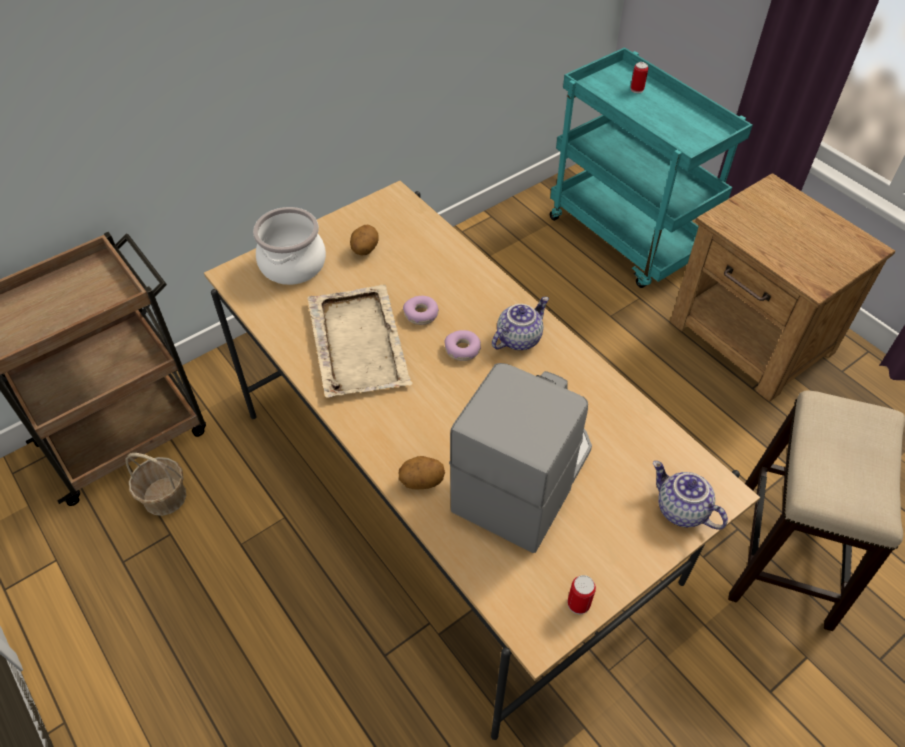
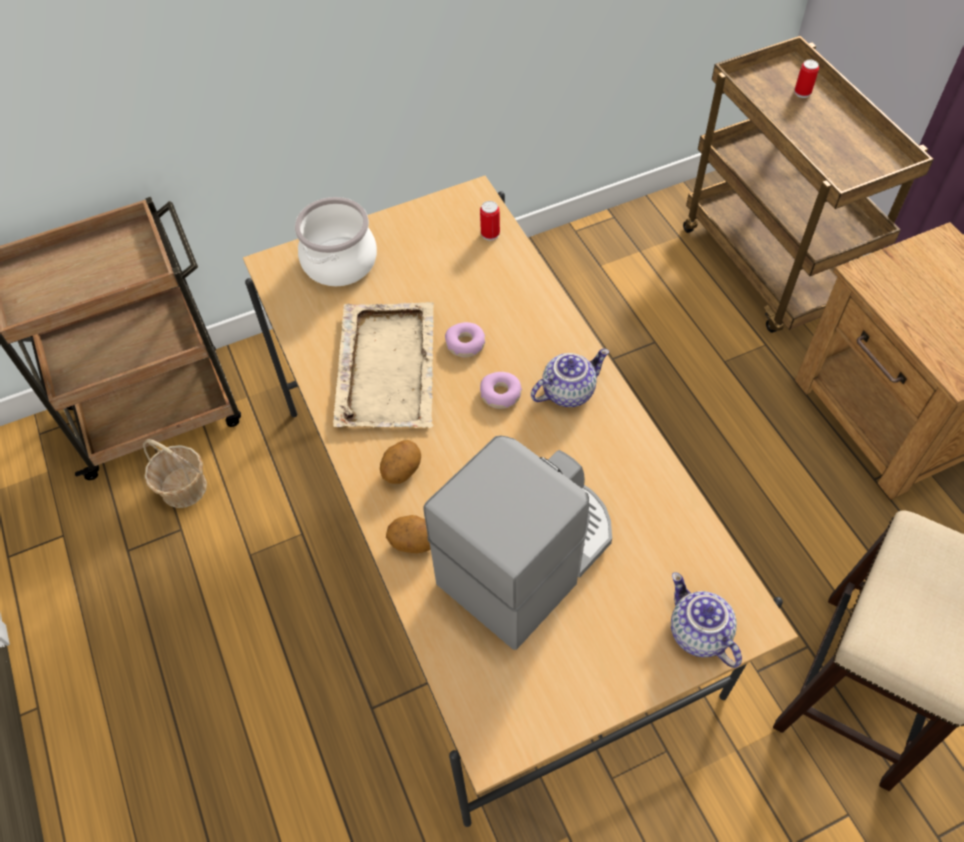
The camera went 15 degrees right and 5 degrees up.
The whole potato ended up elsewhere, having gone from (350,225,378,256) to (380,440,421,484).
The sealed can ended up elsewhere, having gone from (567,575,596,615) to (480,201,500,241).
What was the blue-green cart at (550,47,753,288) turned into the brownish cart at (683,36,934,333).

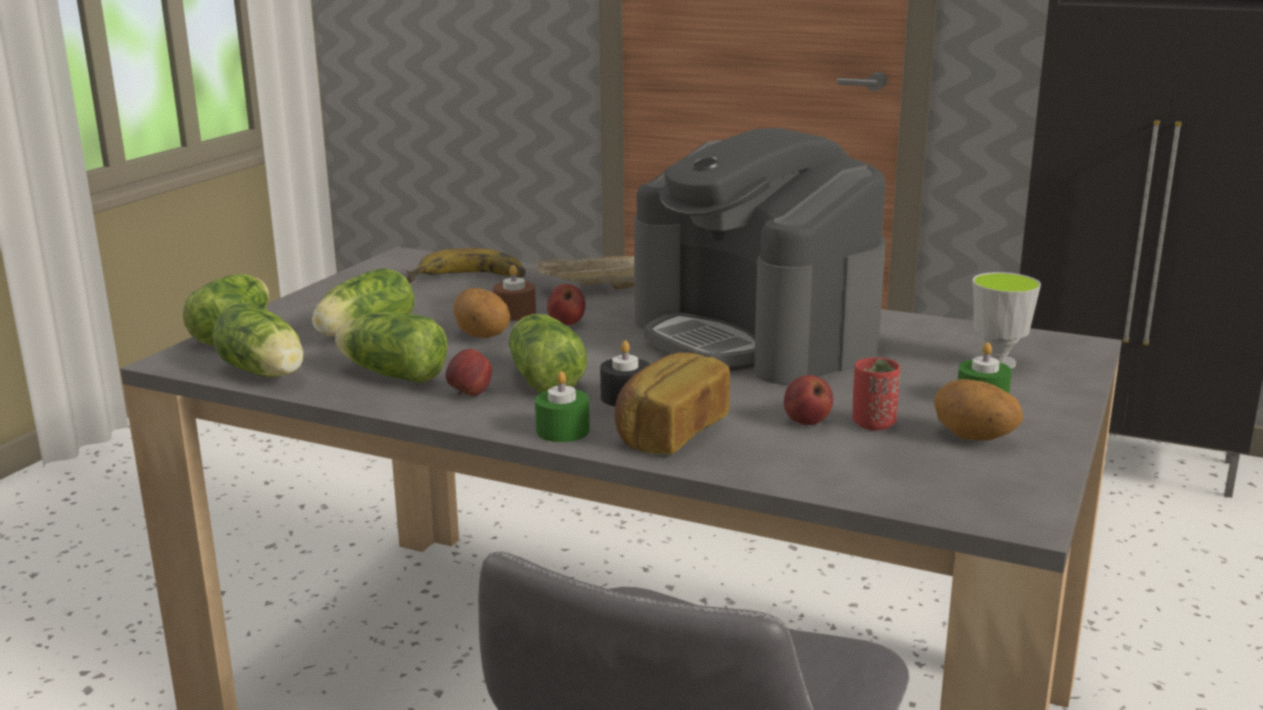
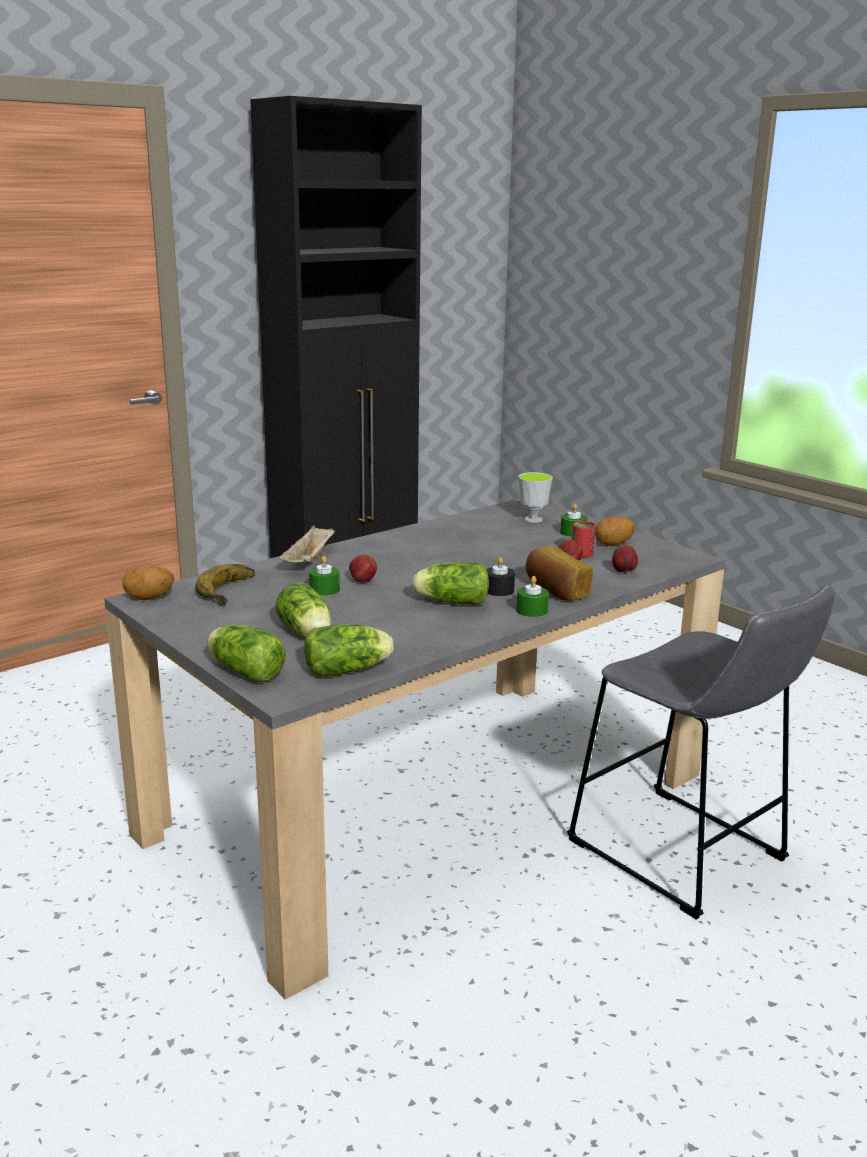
The camera went 65 degrees left and 0 degrees up.
The whole potato ended up elsewhere, having gone from (454,288,510,338) to (123,566,174,600).
What was the brownish wax candle at (493,265,536,321) turned into the green wax candle at (309,556,340,596).
The apple fruit ended up elsewhere, having gone from (446,349,492,396) to (612,545,638,573).
The second view lost the lettuce at (335,312,448,383).
The second view lost the coffee brewer at (634,128,886,385).

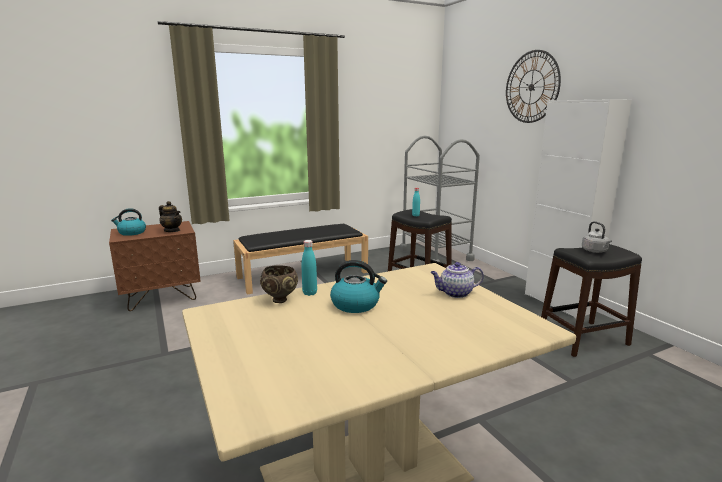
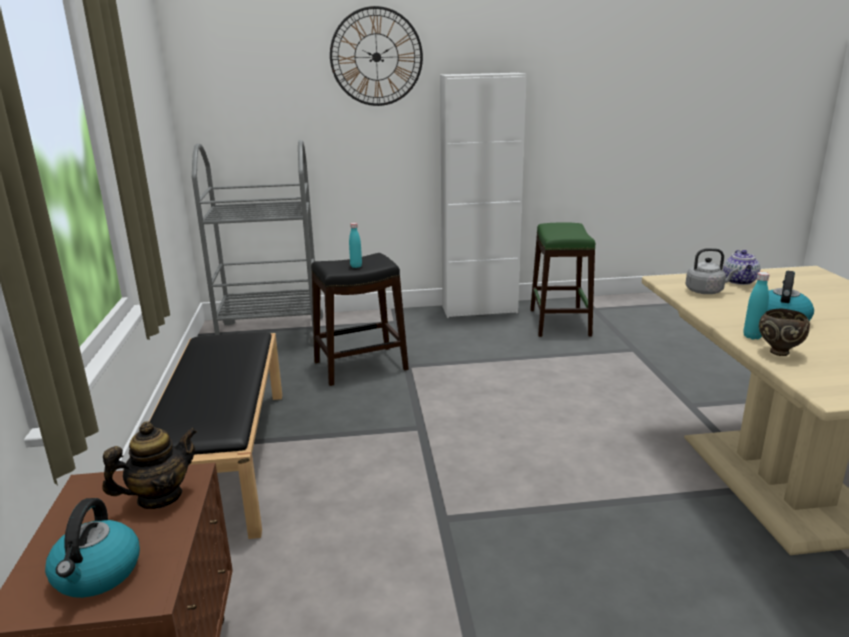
The camera went 70 degrees left and 5 degrees up.
What was the black-coloured sitting stool at (541,244,642,357) turned into the green sitting stool at (530,222,595,337).
The gray tea kettle ended up elsewhere, having gone from (582,221,612,253) to (685,248,738,294).

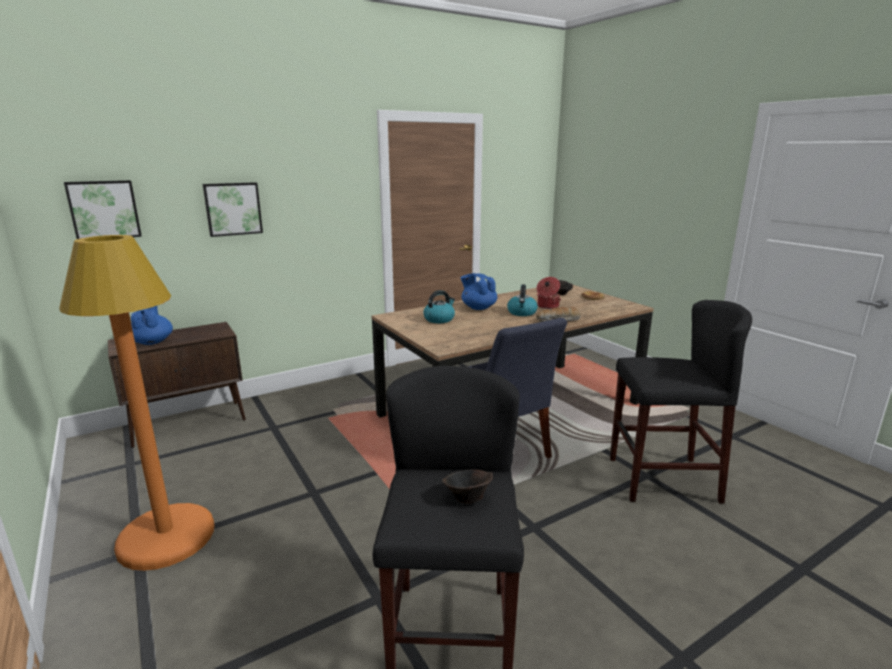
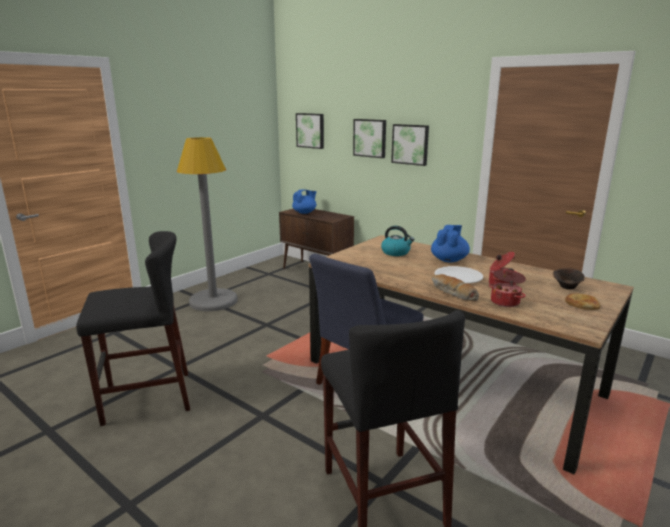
The camera went 70 degrees right and 0 degrees up.
What was the orange-coloured floor lamp at (59,235,215,571) turned into the gray floor lamp at (177,137,238,311).
The second view gained the picture at (391,124,429,166).
Where the tea kettle stood at (507,284,538,316), the white plate came to stand at (434,266,483,284).
The second view gained the stockpot at (489,268,526,307).
The second view lost the brownish bowl at (442,470,493,504).

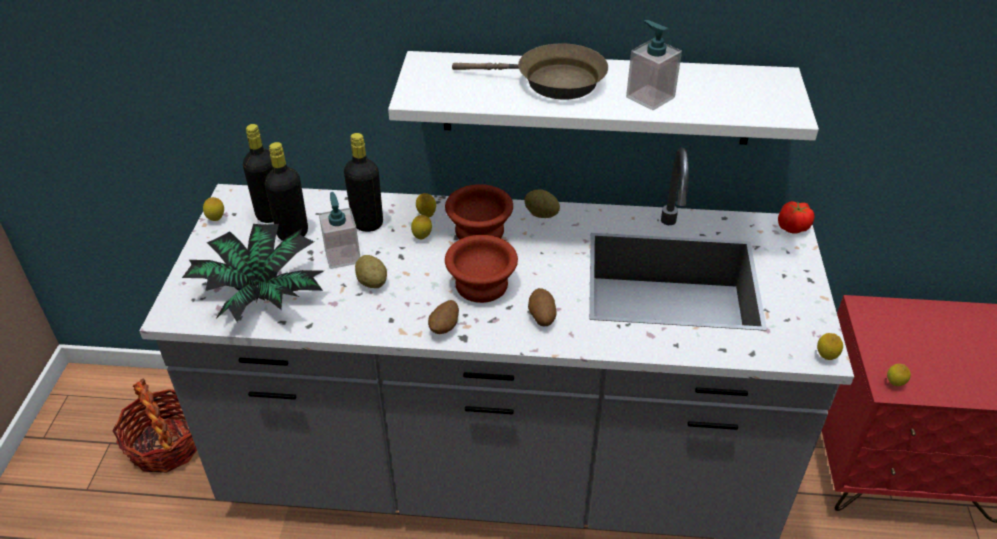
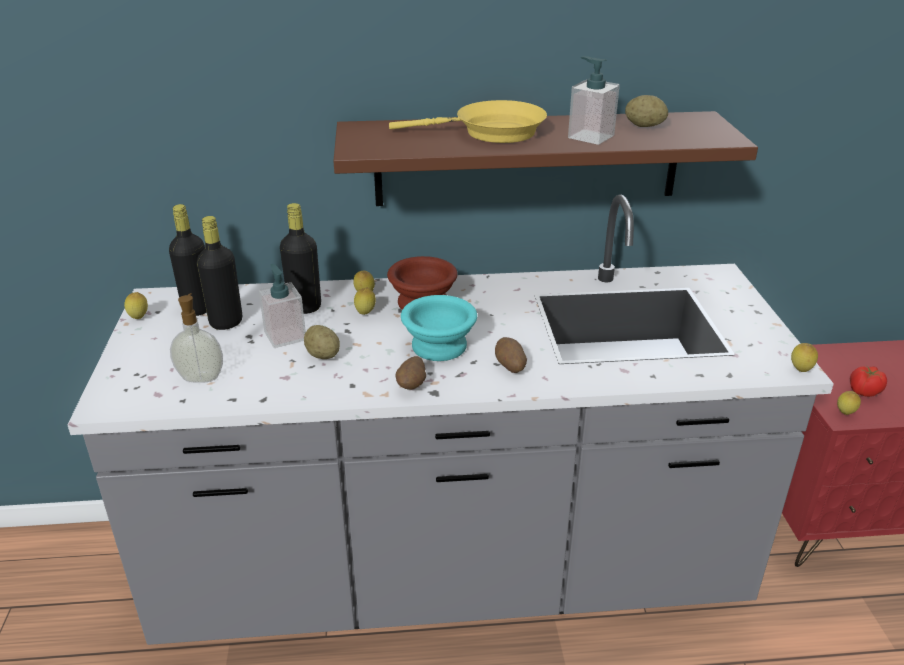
The camera went 10 degrees left and 10 degrees down.
Where the potted plant stood at (182,224,324,322), the soap dispenser came to stand at (170,293,223,383).
What was the white shelf at (388,51,819,145) turned into the brownish shelf at (333,111,758,206).
What was the brownish frying pan at (452,43,608,100) turned into the yellowish frying pan at (389,100,547,143).
What was the brownish bowl at (445,235,518,303) turned into the blue-green bowl at (401,295,477,361).
The whole potato ended up elsewhere, having gone from (524,189,560,218) to (625,95,668,127).
The fresh tomato ended up elsewhere, having gone from (778,201,815,234) to (850,366,887,397).
The second view lost the basket at (112,378,197,473).

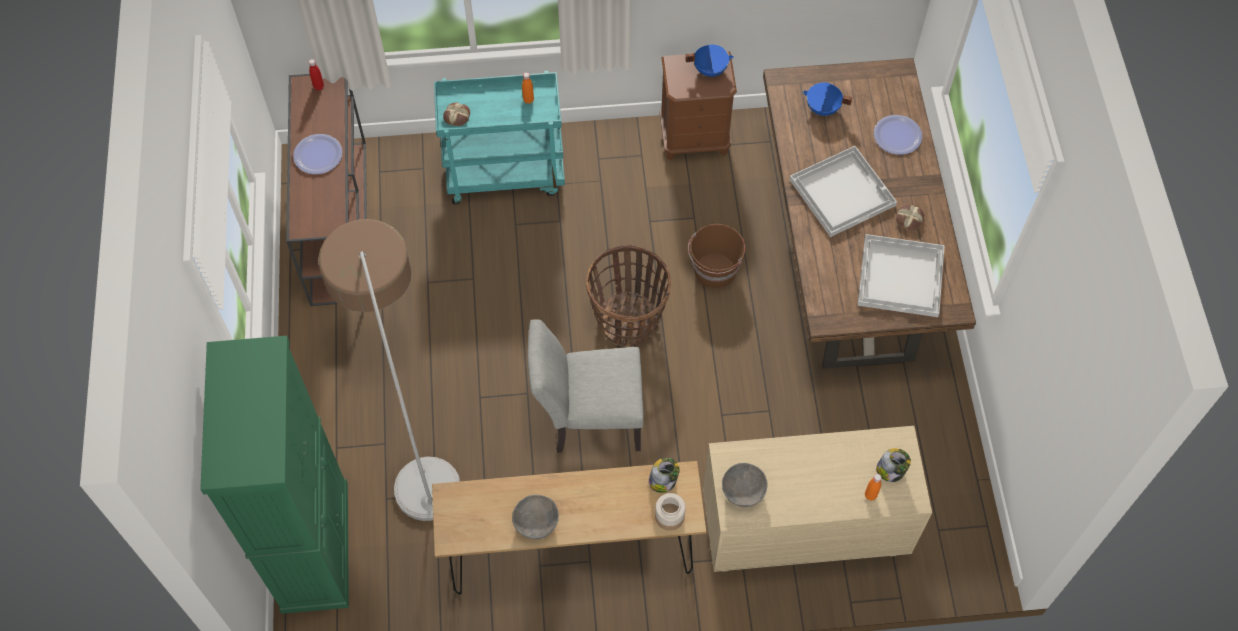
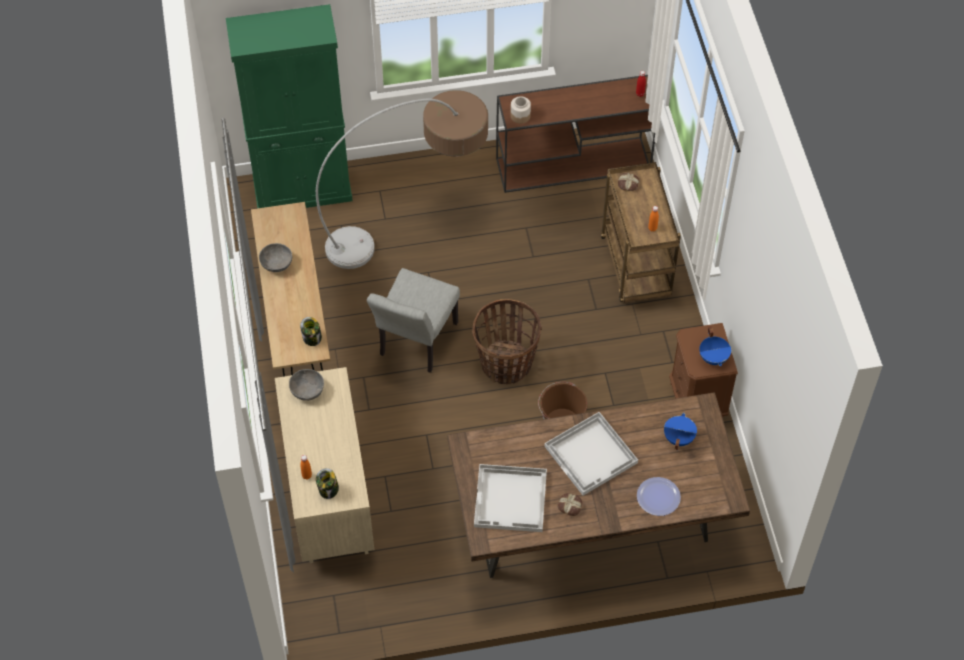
The camera went 85 degrees right and 5 degrees down.
The gray plain chair at (528,319,644,453) ended up facing another way, 150 degrees counterclockwise from before.
The storage jar ended up elsewhere, having gone from (655,493,686,531) to (511,96,531,124).
What was the blue-green cart at (434,71,565,205) turned into the brownish cart at (601,162,681,303).
The second view lost the plate at (293,134,343,174).

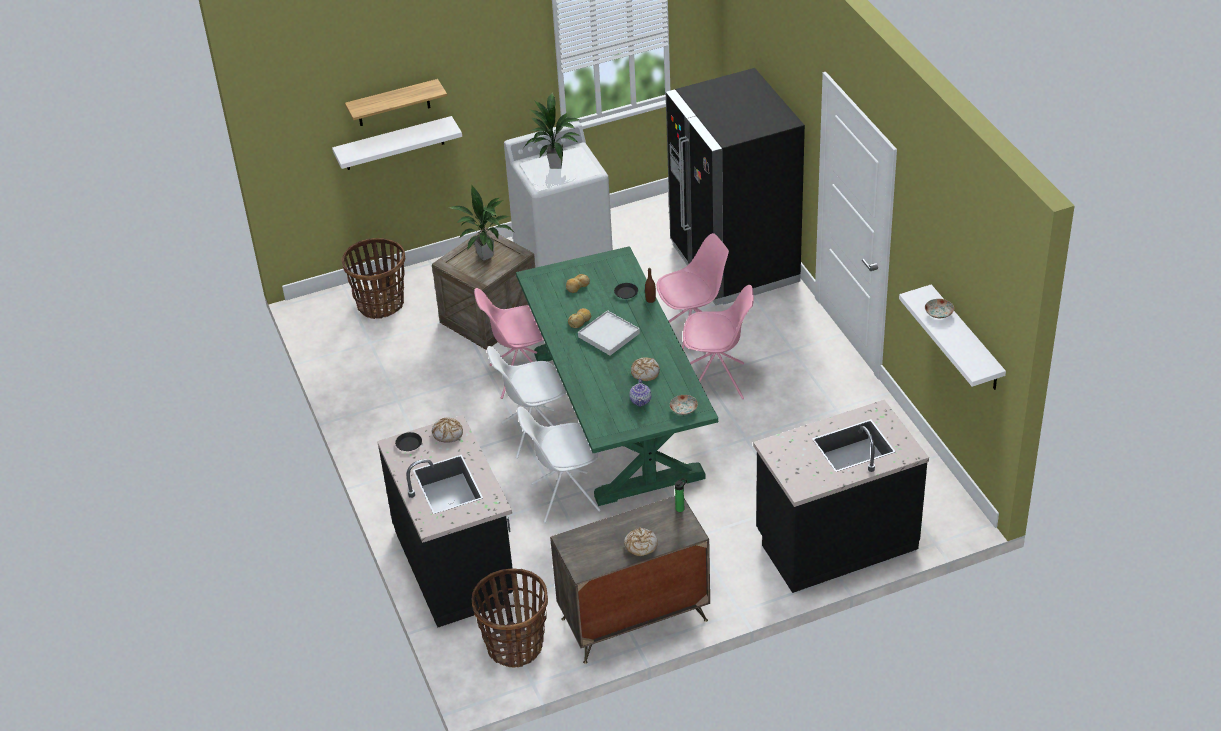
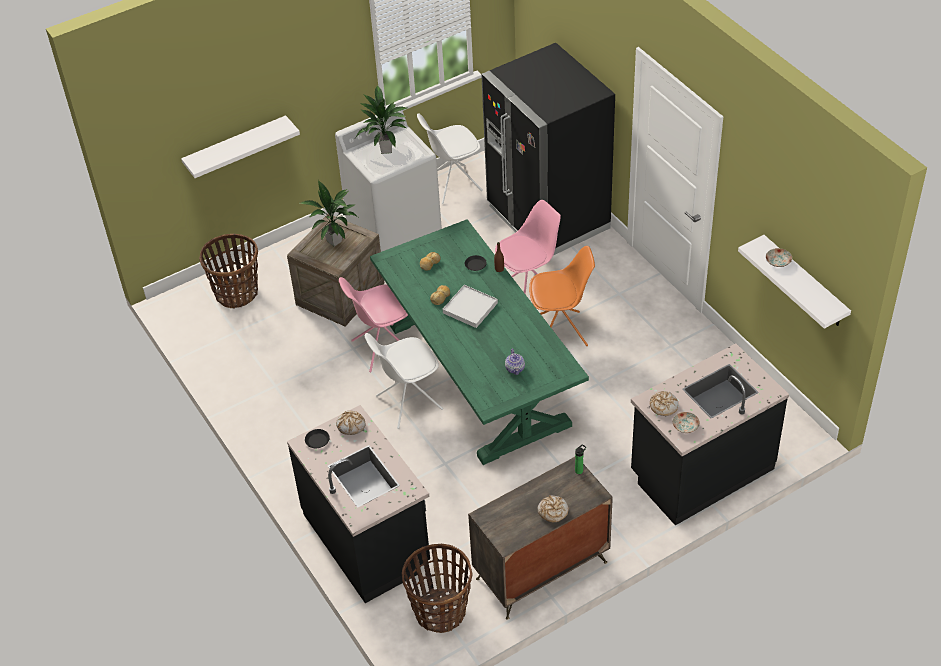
The camera went 10 degrees left and 5 degrees up.
The white plain chair ended up elsewhere, having gone from (517,407,601,523) to (417,114,483,204).
What was the pinkish plain chair at (683,285,754,399) turned into the orange-coloured plain chair at (529,246,595,346).
The bread ended up elsewhere, having gone from (631,357,660,381) to (650,391,678,416).
The plate ended up elsewhere, having gone from (670,395,698,415) to (672,412,700,433).
The second view lost the shelf at (345,79,447,126).

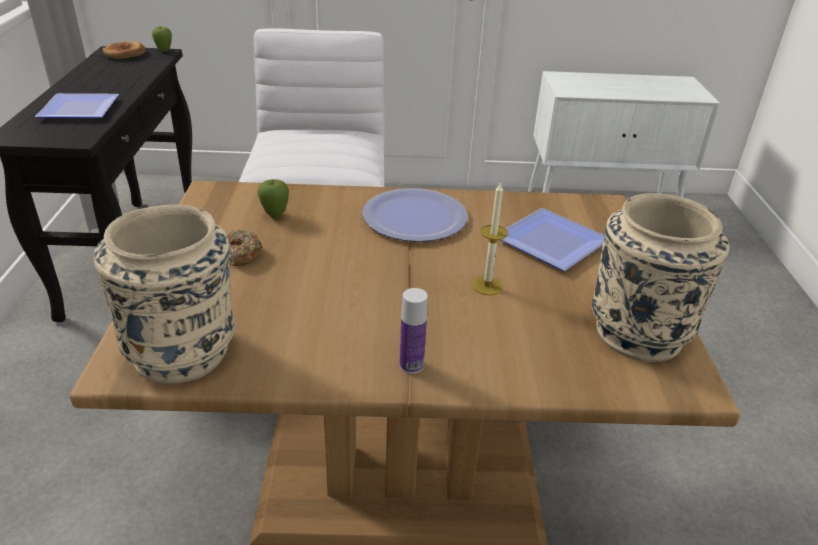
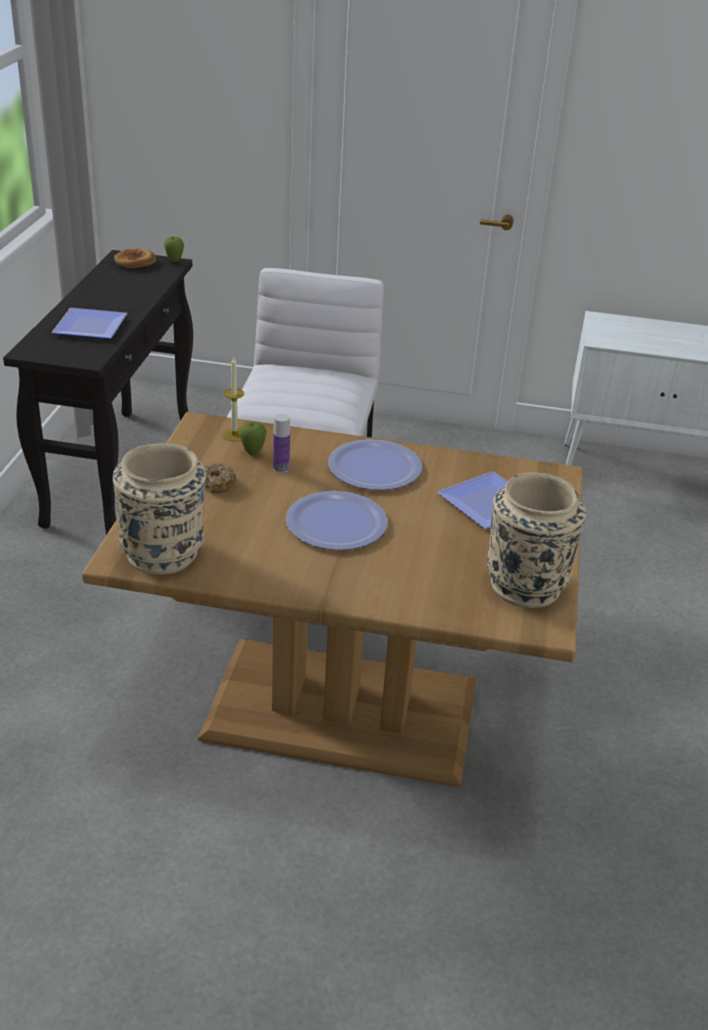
The camera went 10 degrees right and 0 degrees up.
The wax candle ended up elsewhere, having gone from (472,181,508,295) to (223,357,244,441).
The beverage bottle ended up elsewhere, having gone from (399,288,428,374) to (273,413,290,473).
The second view gained the plate at (286,491,388,550).

